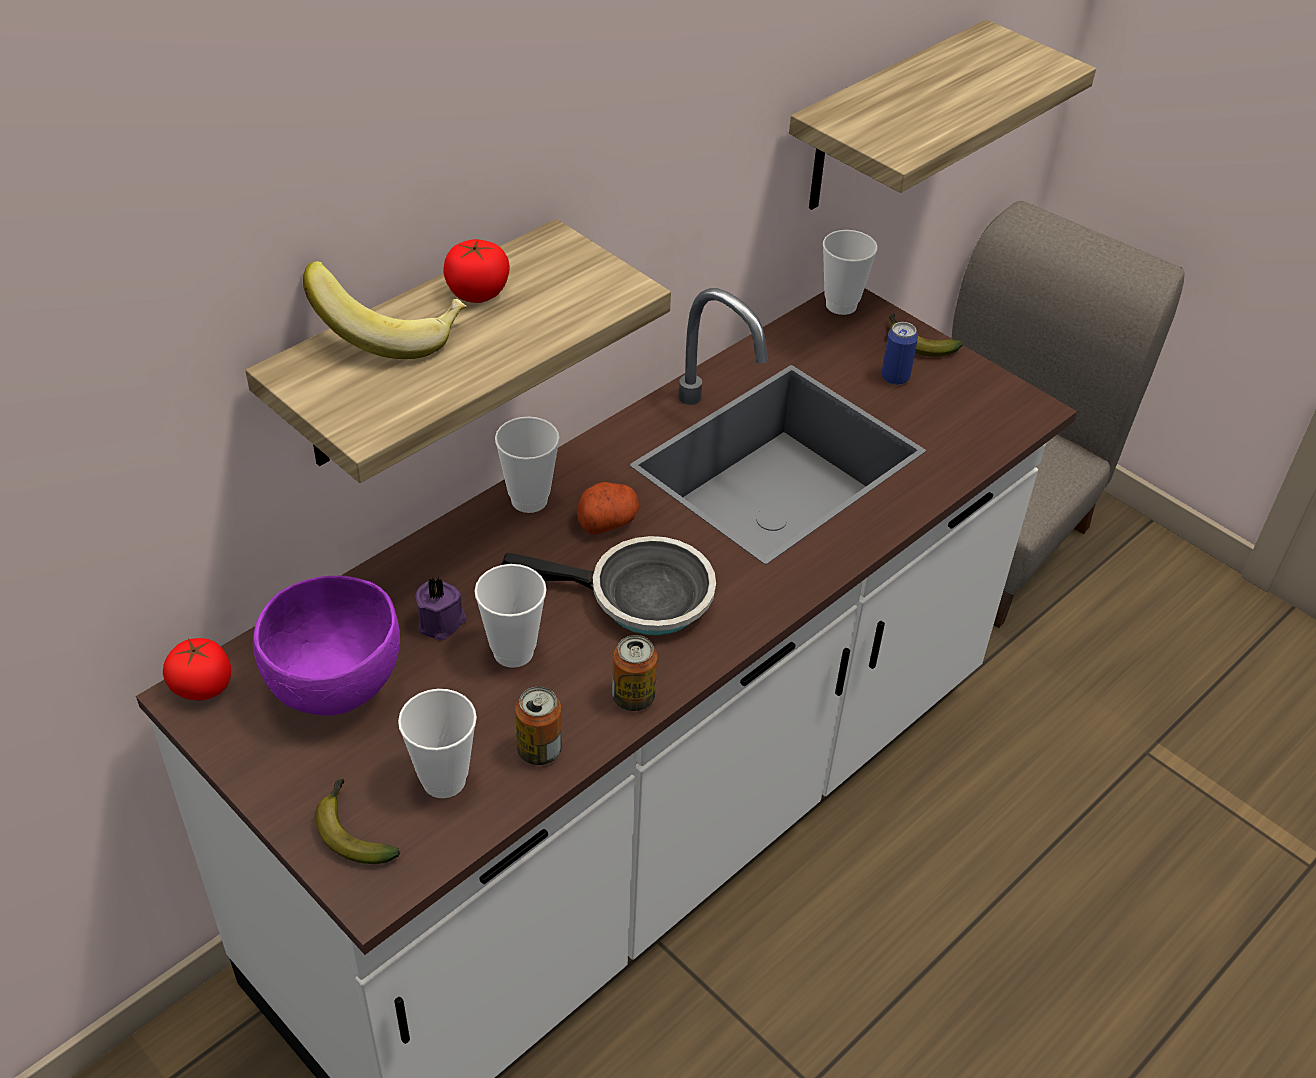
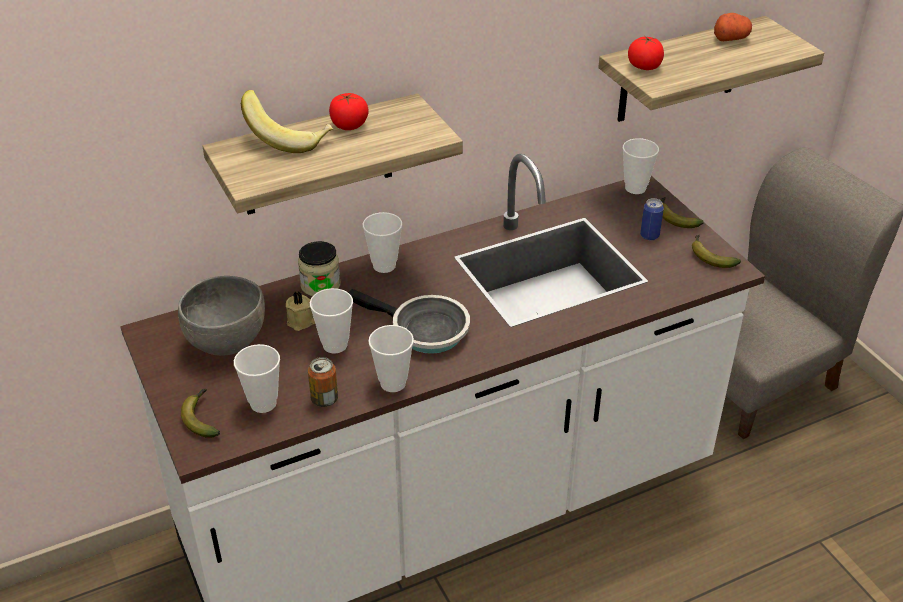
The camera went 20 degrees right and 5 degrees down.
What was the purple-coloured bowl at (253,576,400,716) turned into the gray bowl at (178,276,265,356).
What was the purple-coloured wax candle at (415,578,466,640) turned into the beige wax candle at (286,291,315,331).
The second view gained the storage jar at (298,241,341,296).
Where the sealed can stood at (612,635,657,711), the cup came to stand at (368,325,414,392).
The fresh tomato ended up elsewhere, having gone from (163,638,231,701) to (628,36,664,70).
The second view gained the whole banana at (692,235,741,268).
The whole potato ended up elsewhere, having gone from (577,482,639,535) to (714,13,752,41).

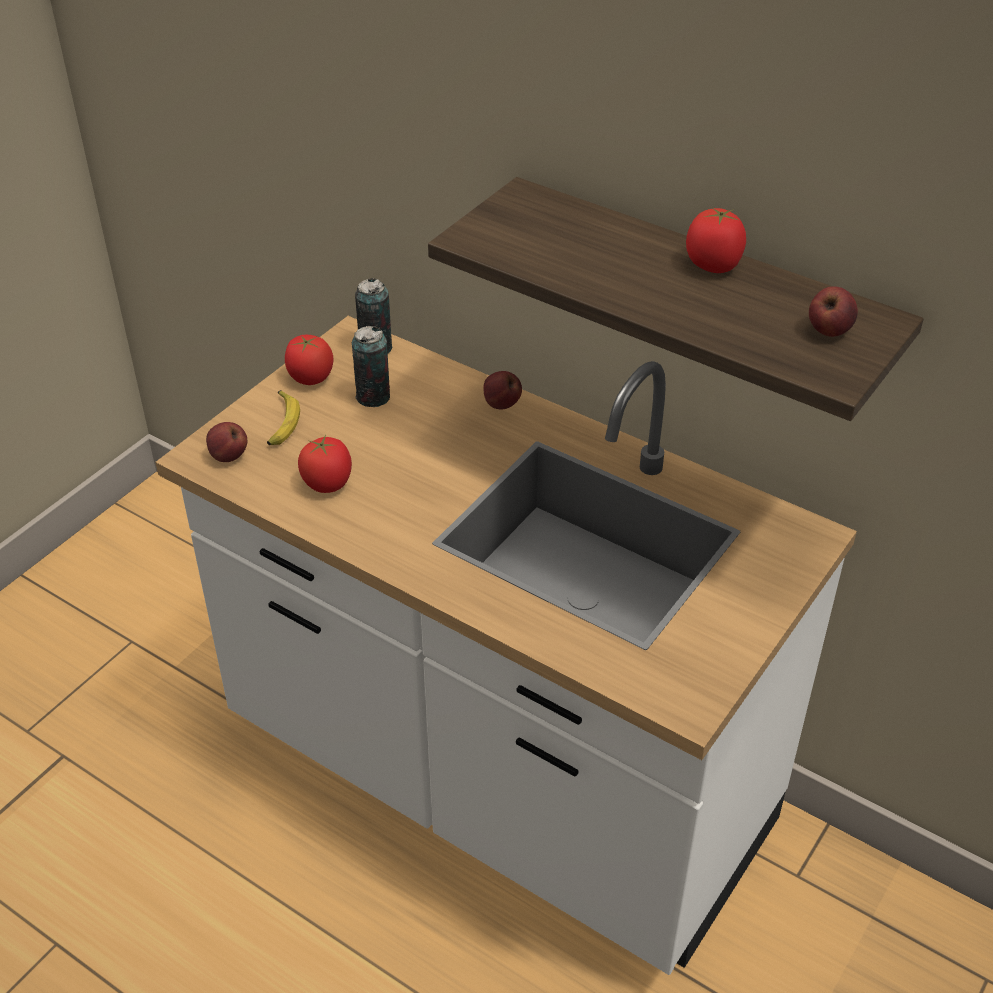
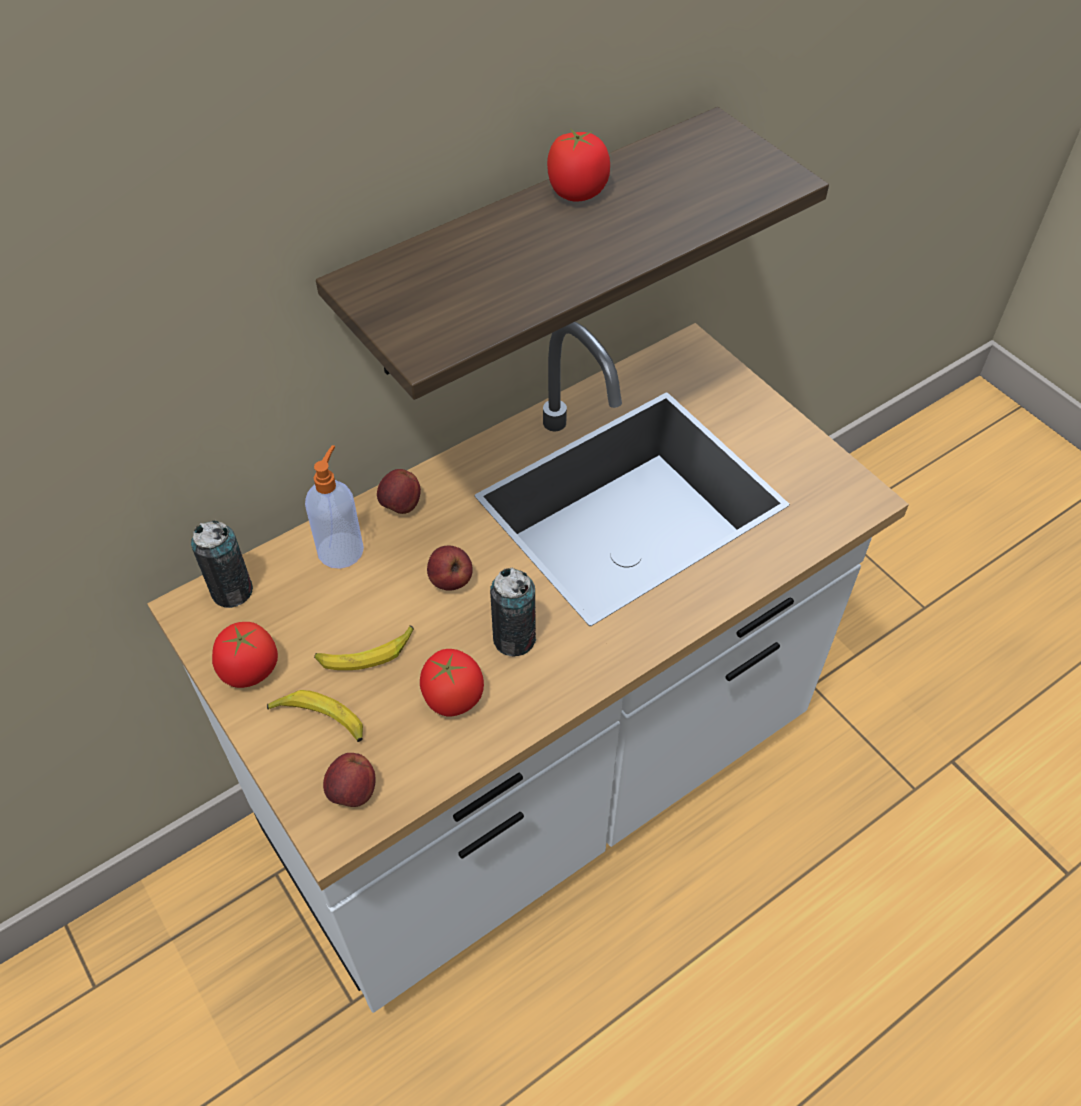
The camera went 70 degrees left and 10 degrees up.
The second view gained the soap dispenser at (305,445,364,569).
The second view gained the whole banana at (314,625,414,670).
The apple fruit ended up elsewhere, having gone from (809,286,858,337) to (427,546,472,591).
The sealed can ended up elsewhere, having gone from (352,326,390,407) to (490,567,536,657).

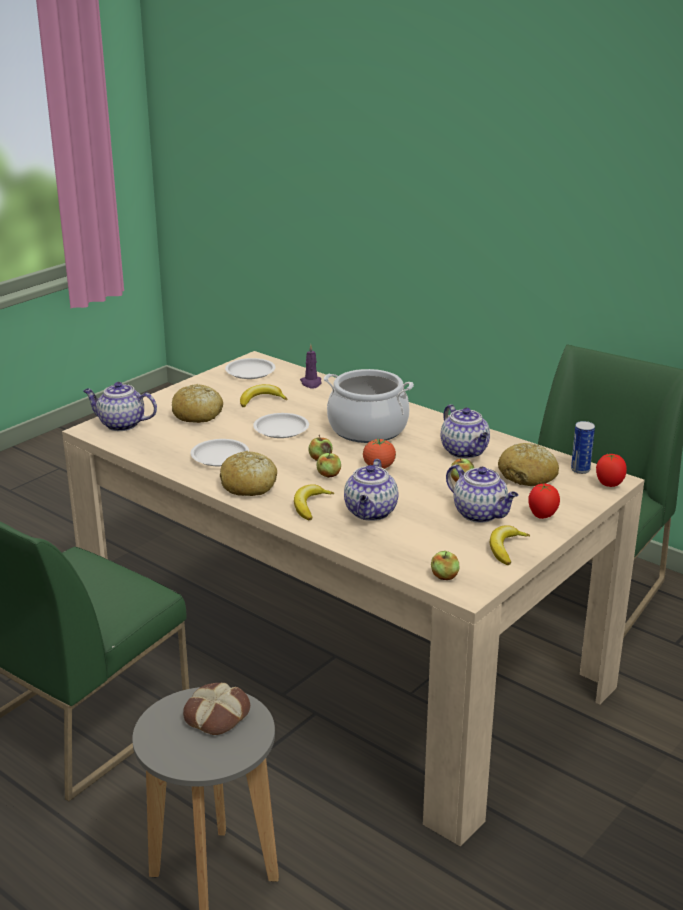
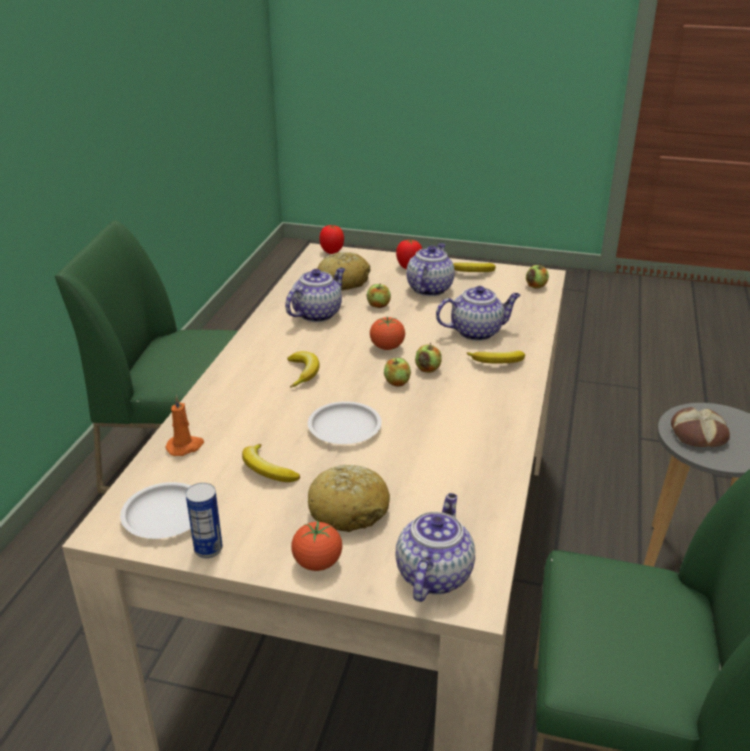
The camera went 115 degrees left and 5 degrees up.
What was the purple-coloured wax candle at (300,344,322,388) turned into the orange-coloured wax candle at (165,395,204,456).
The sealed can ended up elsewhere, having gone from (571,421,595,474) to (186,483,223,558).
Where the stockpot stood at (324,369,414,443), the whole banana came to stand at (287,351,320,388).
The second view gained the fresh tomato at (291,520,342,571).
The tea pot at (83,382,157,431) ended up facing another way, 150 degrees counterclockwise from before.
The second view lost the white plate at (191,439,249,466).
The second view lost the bread at (220,451,277,496).

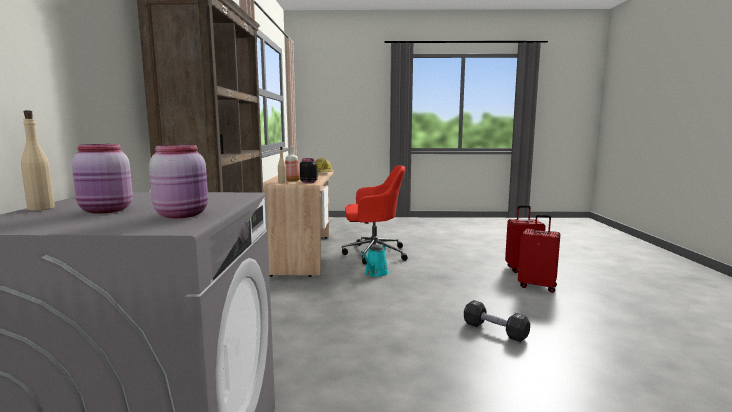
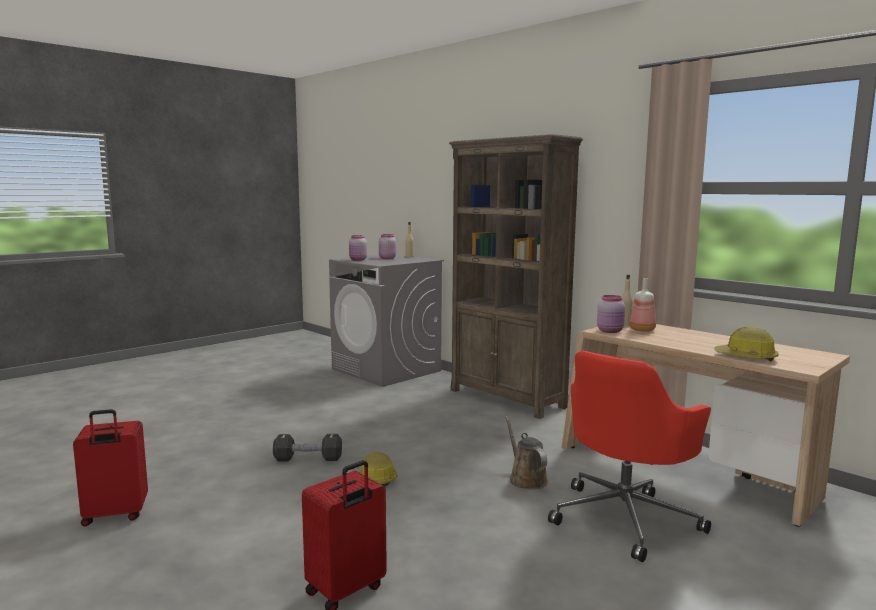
The camera went 135 degrees right and 0 degrees up.
The reddish piece of luggage ended up elsewhere, having gone from (518,215,560,293) to (73,409,148,526).
The second view gained the hard hat at (359,451,397,487).
What was the blue-green watering can at (361,244,389,277) turned into the brownish watering can at (505,416,548,490).
What was the black-coloured storage jar at (300,158,318,183) turned into the pinkish storage jar at (597,295,625,333).

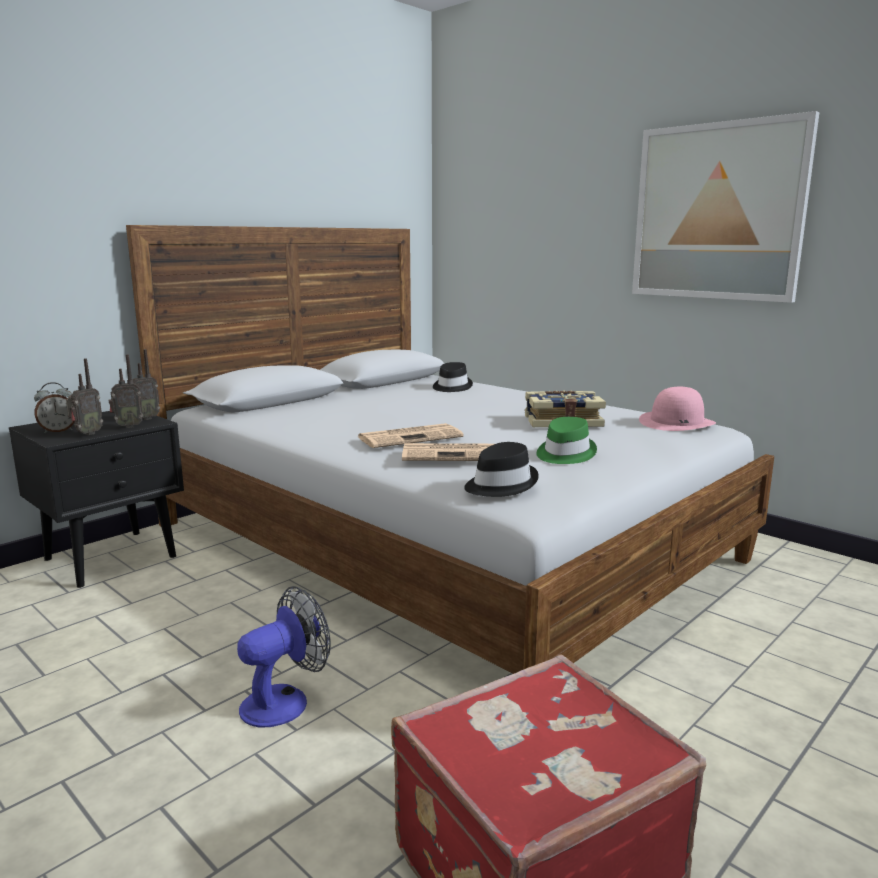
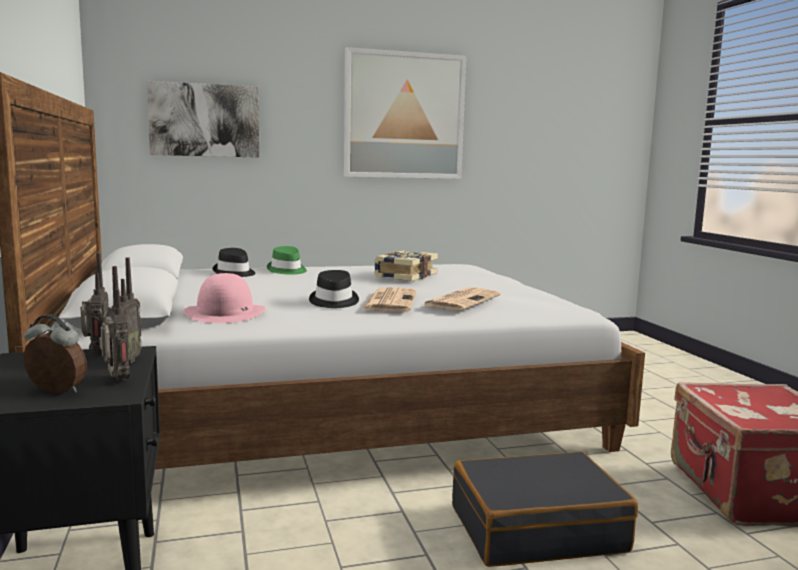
The camera went 60 degrees left and 5 degrees down.
The bedside clock at (34,382,75,433) ended up facing another way, 75 degrees counterclockwise from before.
The second view gained the picture at (147,81,259,158).
The pinkish clothing hat ended up elsewhere, having gone from (639,387,716,431) to (184,273,266,323).
The green clothing hat ended up elsewhere, having gone from (536,417,597,464) to (267,246,307,274).
The black-coloured clothing hat ended up elsewhere, having gone from (464,442,539,497) to (309,270,359,308).
Where the fan stood at (237,586,331,728), the black-coloured piece of luggage came to stand at (452,451,638,567).

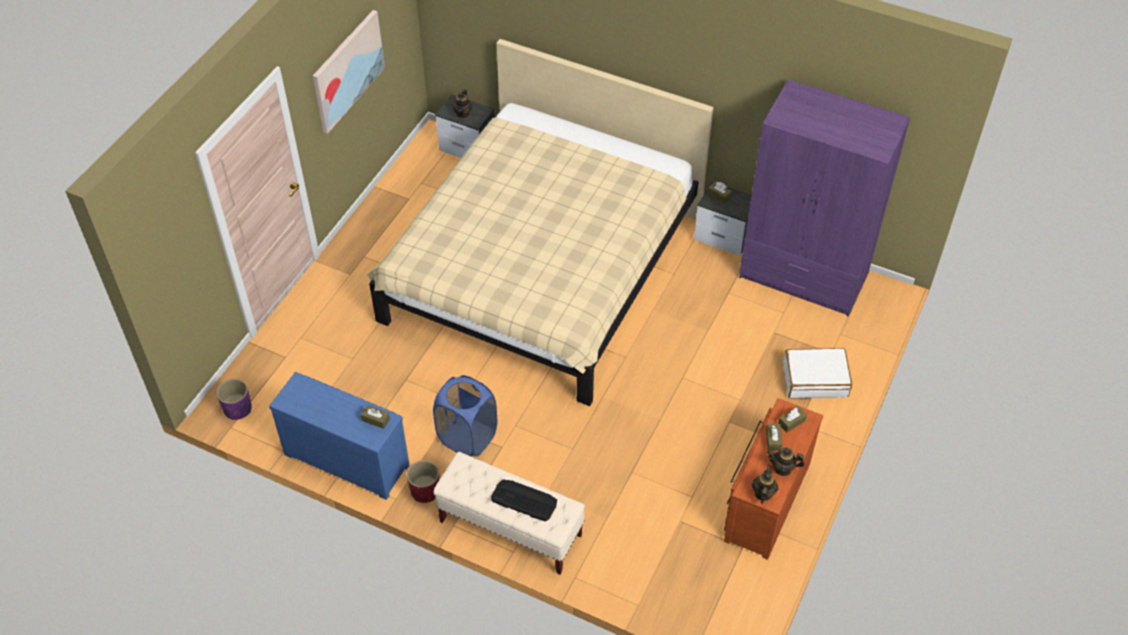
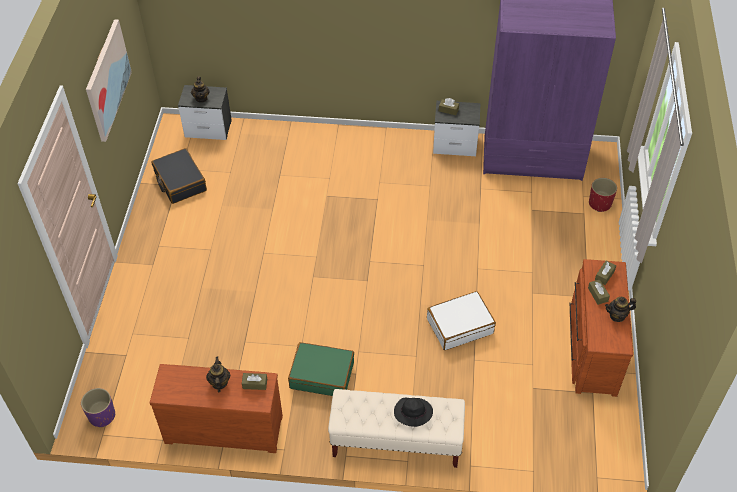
The camera went 20 degrees left and 0 degrees up.
What was the blue dresser at (269,372,410,500) turned into the brownish dresser at (150,364,283,453).
The second view gained the black-coloured piece of luggage at (152,148,207,204).
The tea pot ended up elsewhere, having gone from (752,465,778,504) to (206,356,231,393).
Where the blue hamper stood at (433,375,497,456), the green piece of luggage came to stand at (288,342,354,396).
Where the keyboard stood at (491,479,557,522), the black-coloured clothing hat came to stand at (394,398,433,427).
The white piece of luggage ended up elsewhere, having gone from (783,348,852,398) to (427,291,496,350).
The reddish planter ended up elsewhere, having gone from (407,460,440,503) to (589,178,617,212).
The second view lost the beige bedroom bed at (367,39,713,406).

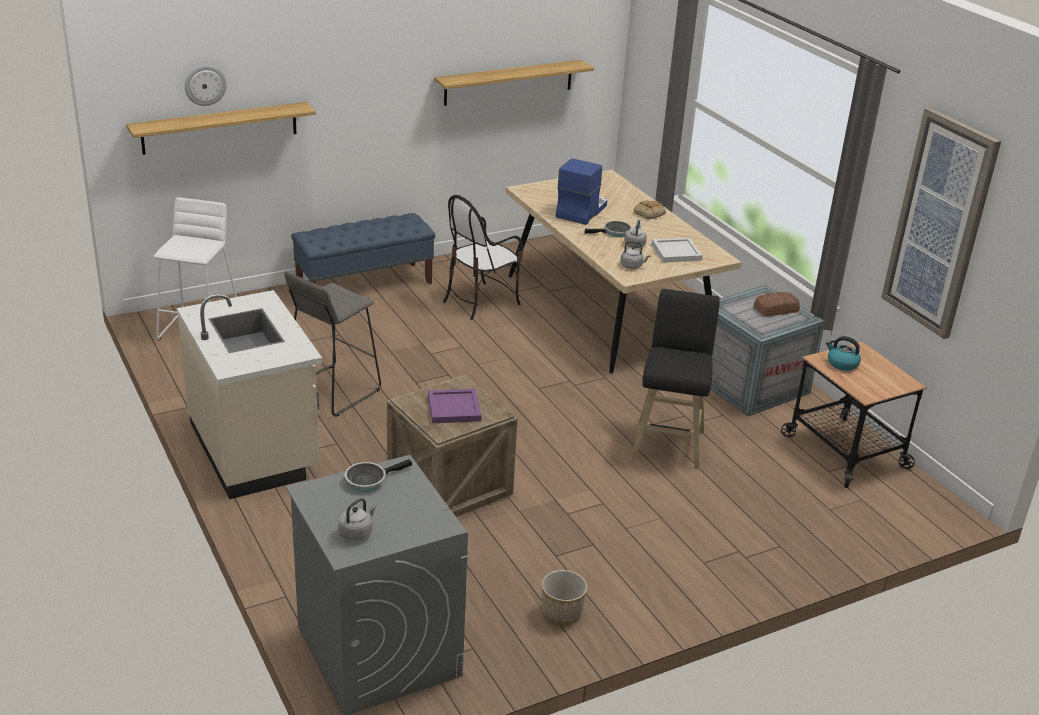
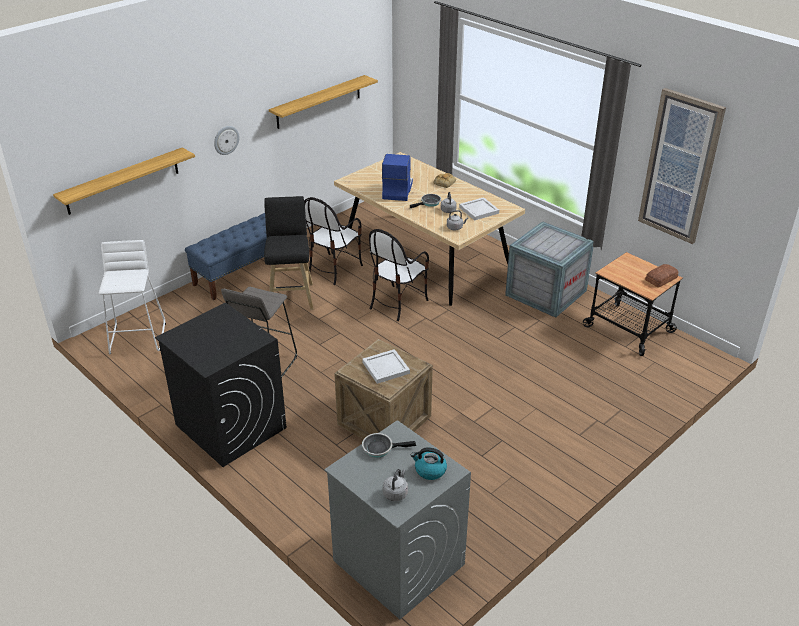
The camera went 15 degrees left and 5 degrees up.
Where the beige kitchen base unit stood at (177,290,322,499), the black-coloured washing machine came to stand at (155,303,287,467).
The clock on the wall ended up elsewhere, having gone from (185,65,227,106) to (214,126,239,155).
The black-coloured sitting stool ended up elsewhere, having gone from (631,289,720,469) to (264,196,313,310).
What was the purple-coloured serving tray at (428,389,482,423) turned into the white serving tray at (362,349,410,384).
The frying pan at (345,459,412,492) ended up facing another way, 45 degrees clockwise from before.
The second view gained the plain chair at (369,229,429,321).
The tea kettle ended up elsewhere, having gone from (826,336,861,371) to (411,447,447,480).
The bread ended up elsewhere, having gone from (754,292,800,317) to (645,264,678,288).
The second view lost the planter at (542,570,587,625).

